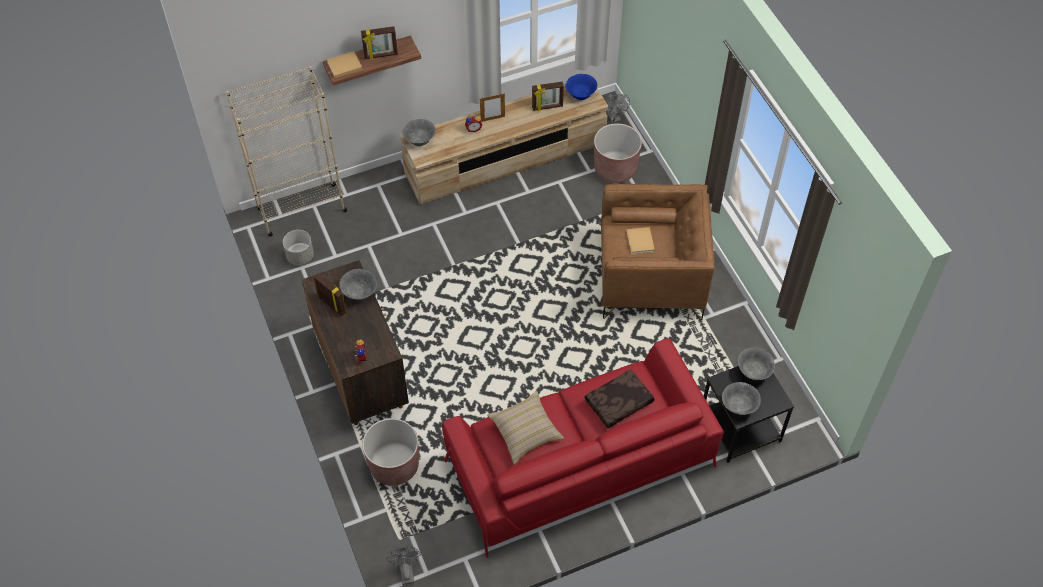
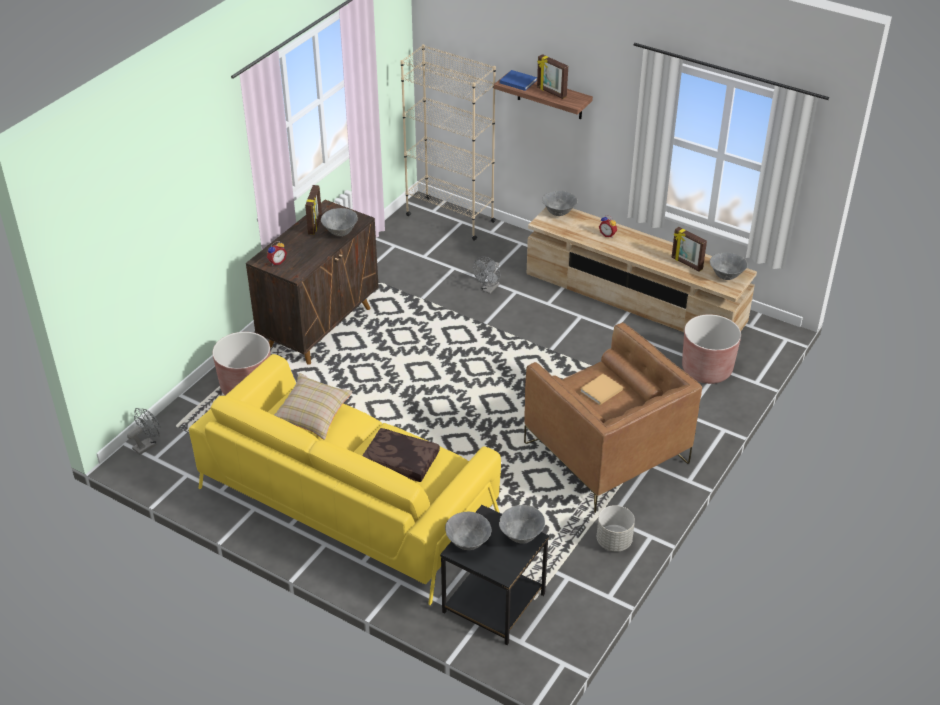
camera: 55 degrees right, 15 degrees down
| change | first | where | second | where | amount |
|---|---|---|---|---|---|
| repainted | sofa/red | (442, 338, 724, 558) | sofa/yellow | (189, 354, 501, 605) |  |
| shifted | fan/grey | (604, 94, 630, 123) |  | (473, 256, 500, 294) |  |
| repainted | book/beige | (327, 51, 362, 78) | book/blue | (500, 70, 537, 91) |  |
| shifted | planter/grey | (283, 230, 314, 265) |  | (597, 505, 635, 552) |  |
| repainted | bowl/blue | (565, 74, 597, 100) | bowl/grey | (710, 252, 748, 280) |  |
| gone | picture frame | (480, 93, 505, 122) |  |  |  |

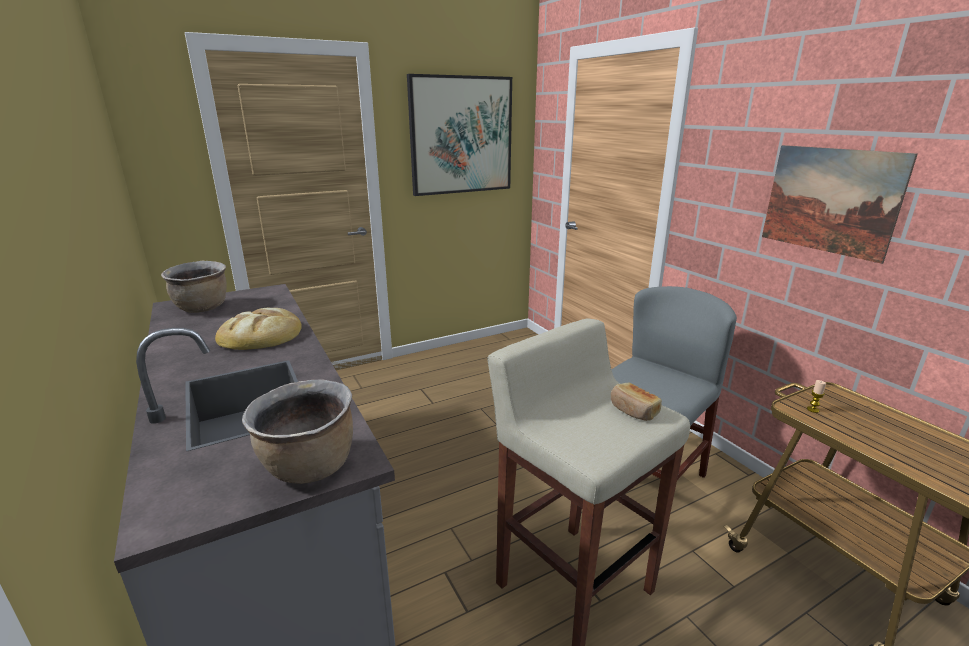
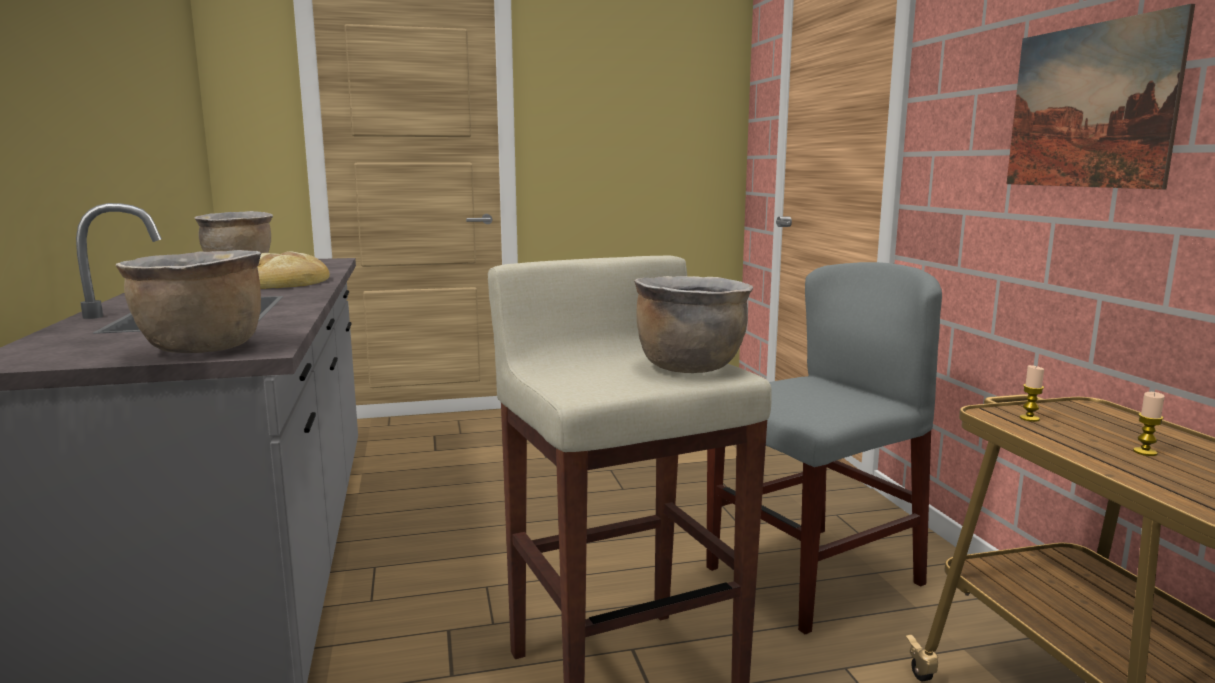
camera: 15 degrees right, 10 degrees down
| change | first | where | second | where | amount |
|---|---|---|---|---|---|
| swapped | bread | (611, 383, 662, 421) | cooking pot/brown | (634, 276, 753, 373) |  |
| new |  |  | candle | (1133, 392, 1165, 456) |  |
| gone | picture | (407, 74, 512, 196) |  |  |  |

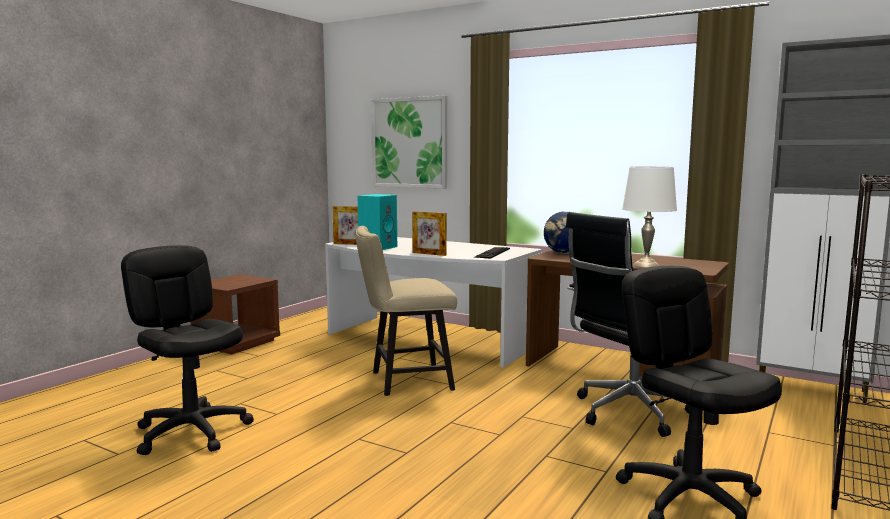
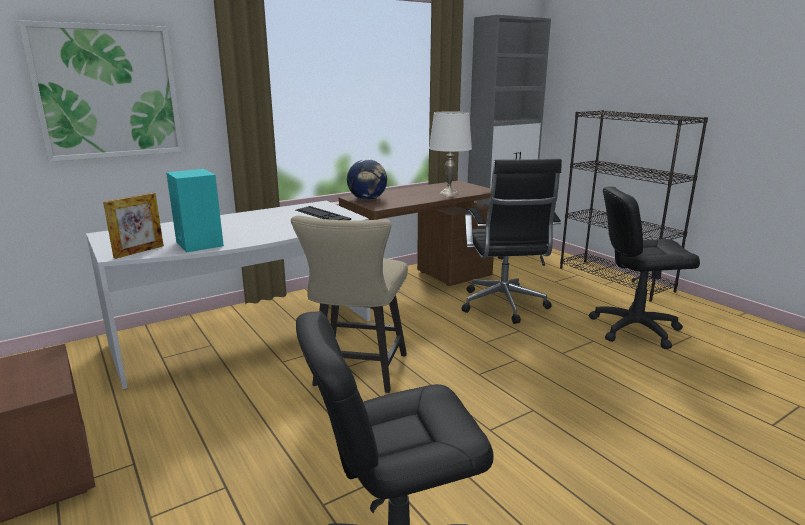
camera: 65 degrees left, 10 degrees up
| change | first | where | second | where | amount |
|---|---|---|---|---|---|
| gone | picture frame | (412, 211, 447, 256) |  |  |  |

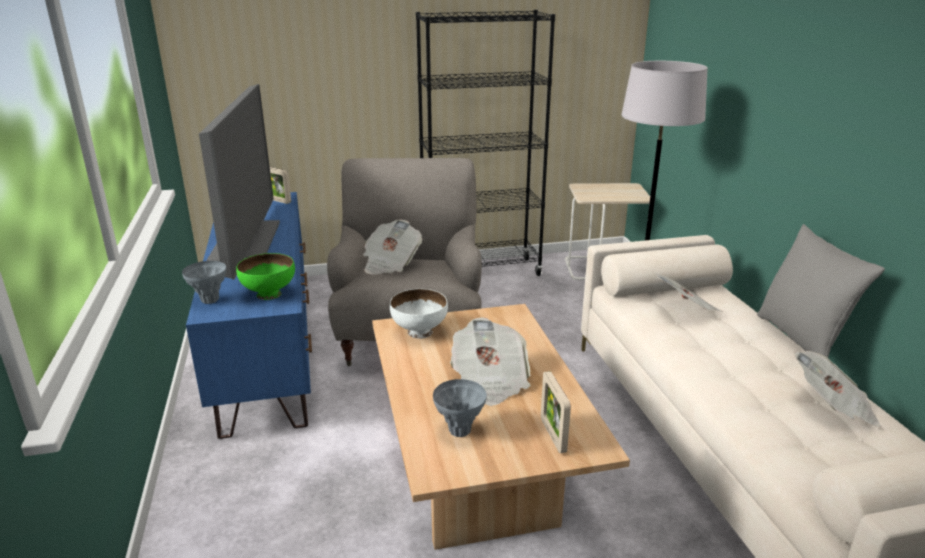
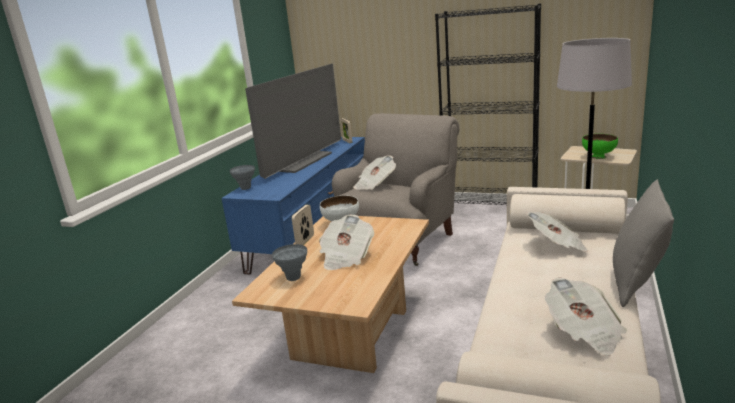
camera: 35 degrees right, 5 degrees down
| change | first | where | second | where | amount |
|---|---|---|---|---|---|
| shifted | picture frame | (541, 371, 571, 453) |  | (292, 205, 314, 245) |  |
| shifted | bowl/green | (236, 253, 295, 300) |  | (582, 134, 618, 159) |  |

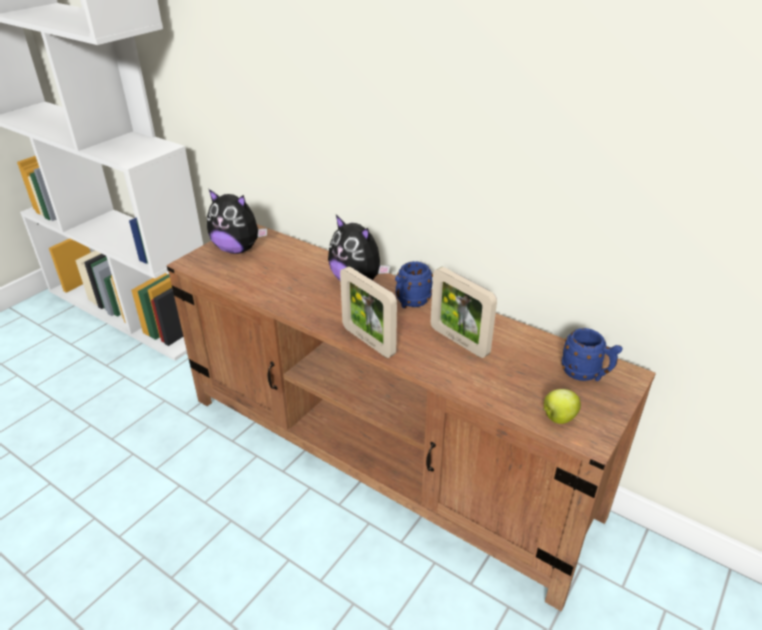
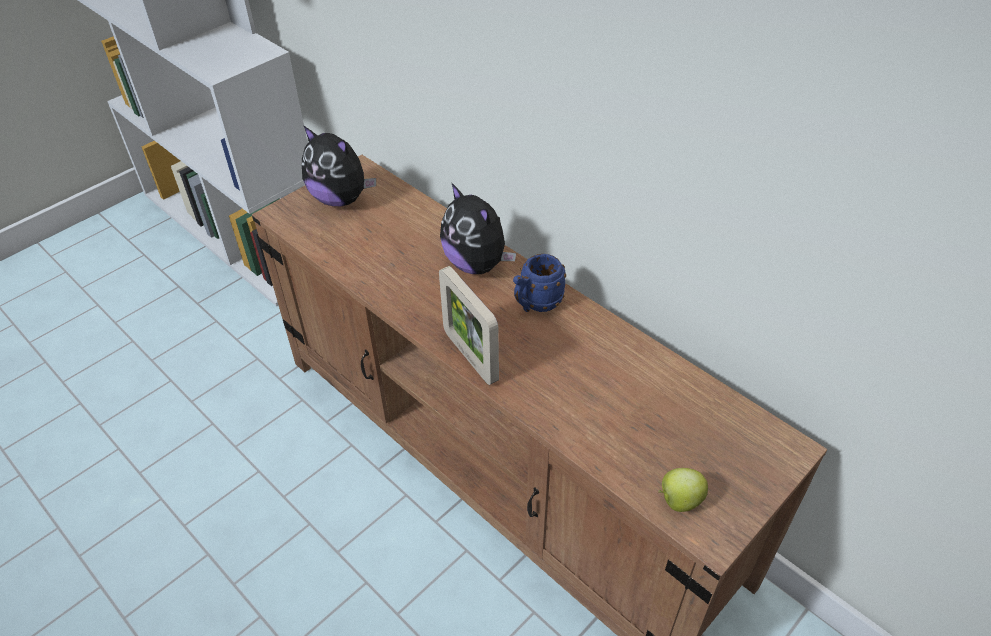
camera: 10 degrees right, 10 degrees up
| change | first | where | second | where | amount |
|---|---|---|---|---|---|
| gone | picture frame | (431, 267, 497, 358) |  |  |  |
| gone | mug/blue | (561, 328, 622, 381) |  |  |  |

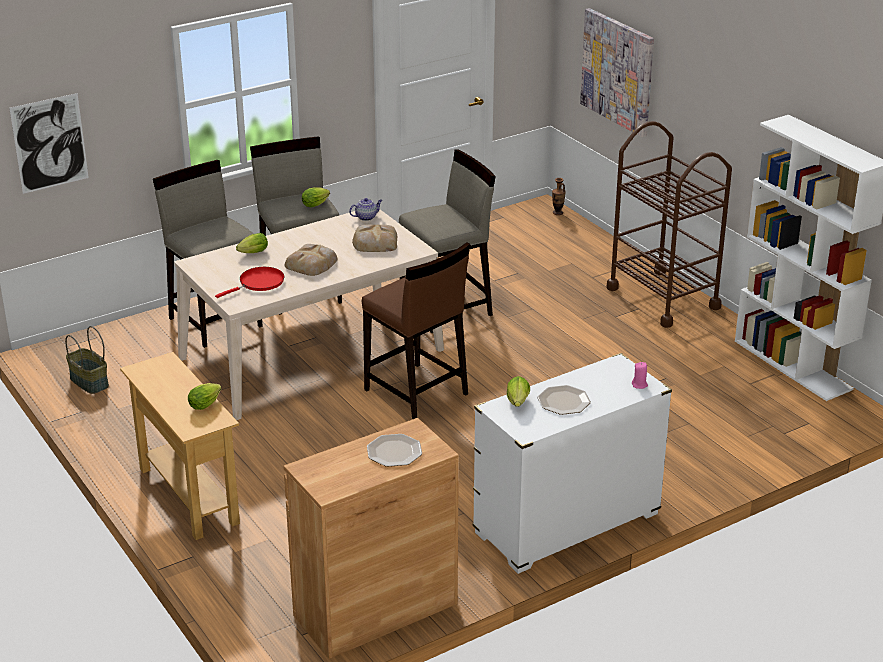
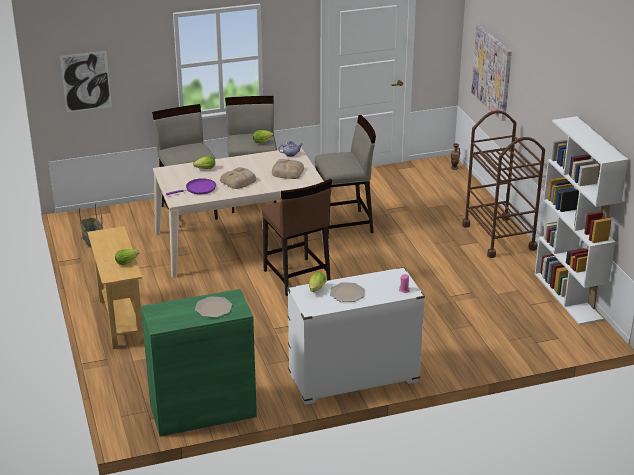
camera: 15 degrees right, 0 degrees up
| change | first | where | second | where | amount |
|---|---|---|---|---|---|
| repainted | cabinet/brown | (283, 418, 459, 659) | cabinet/green | (141, 289, 257, 437) |  |
| repainted | frying pan/red | (215, 267, 284, 298) | frying pan/purple | (166, 178, 216, 195) |  |

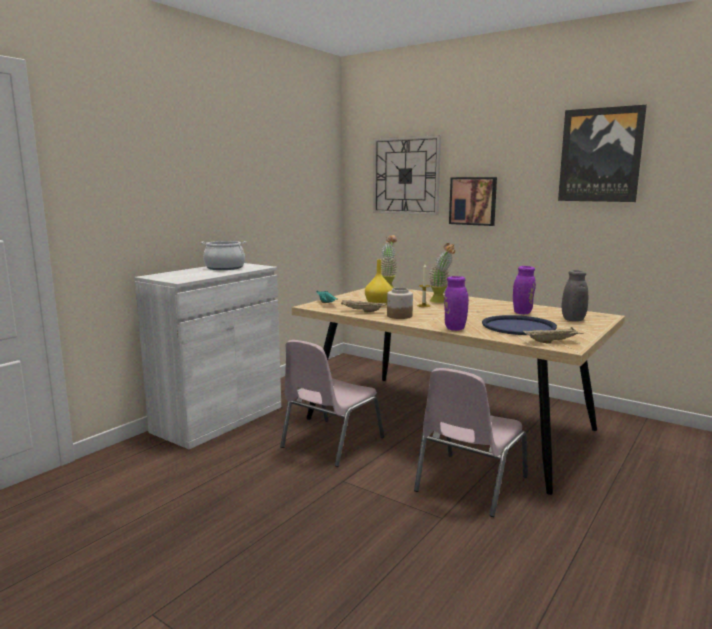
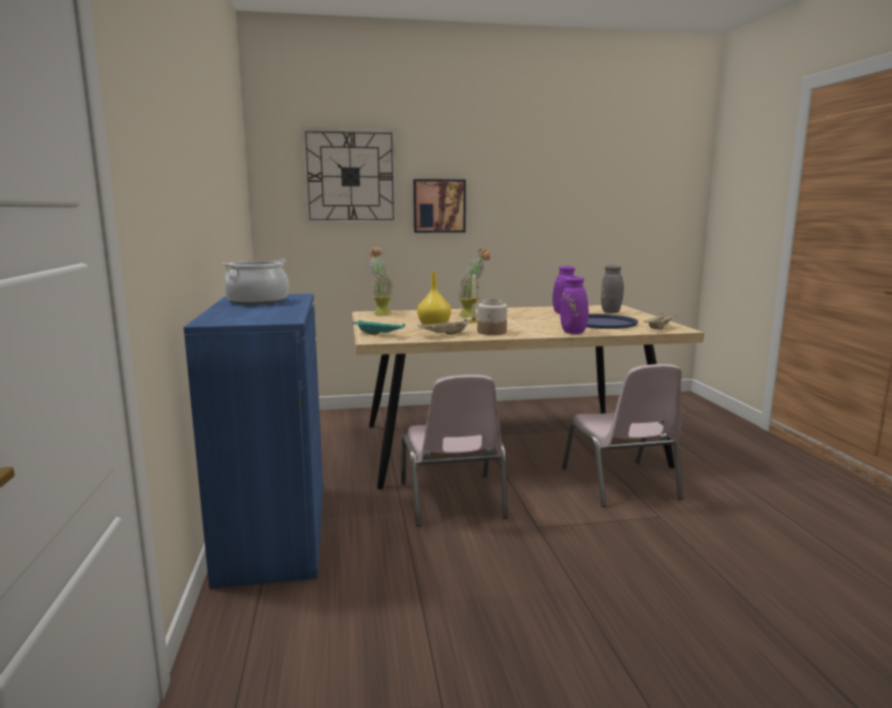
camera: 45 degrees left, 0 degrees up
| change | first | where | second | where | amount |
|---|---|---|---|---|---|
| repainted | cabinet/white | (135, 263, 281, 449) | cabinet/blue | (184, 294, 323, 589) |  |
| gone | picture | (558, 105, 647, 202) |  |  |  |

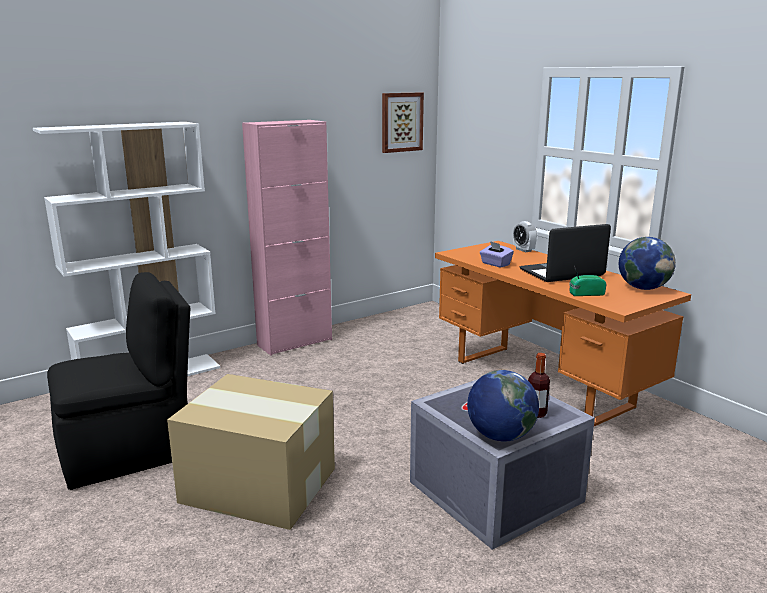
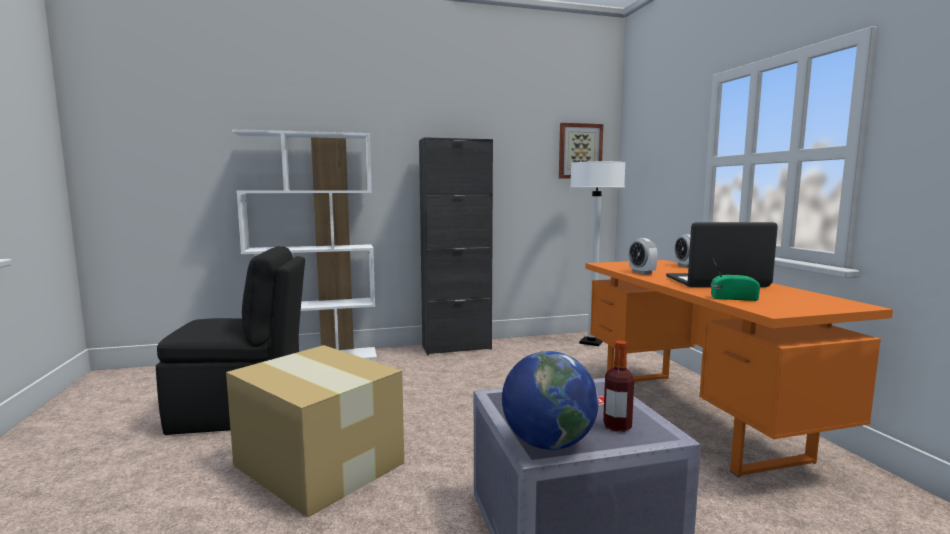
camera: 20 degrees right, 10 degrees down
| change | first | where | second | where | amount |
|---|---|---|---|---|---|
| repainted | cabinet/pink | (242, 120, 332, 356) | cabinet/black | (419, 137, 493, 355) |  |
| new |  |  | floor lamp/white | (570, 161, 626, 346) |  |
| swapped | tissue box/purple | (480, 241, 514, 268) | alarm clock | (629, 238, 658, 274) |  |
| gone | globe | (619, 237, 676, 290) |  |  |  |

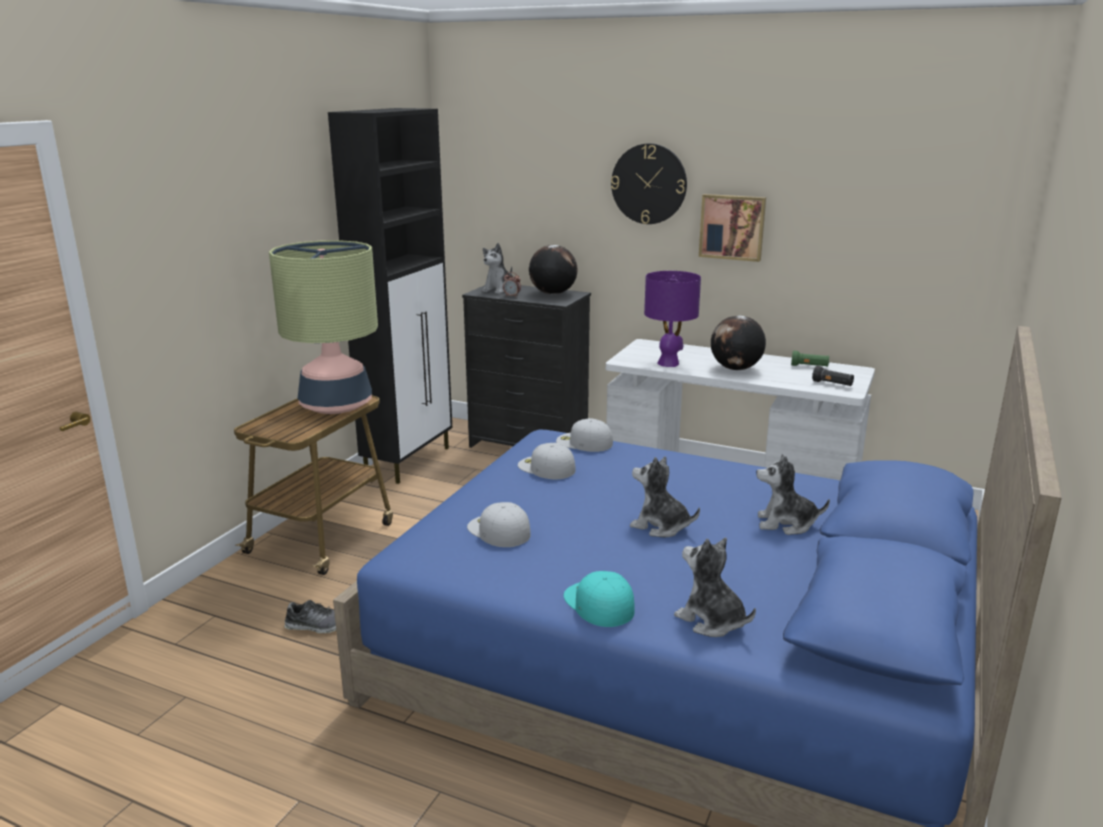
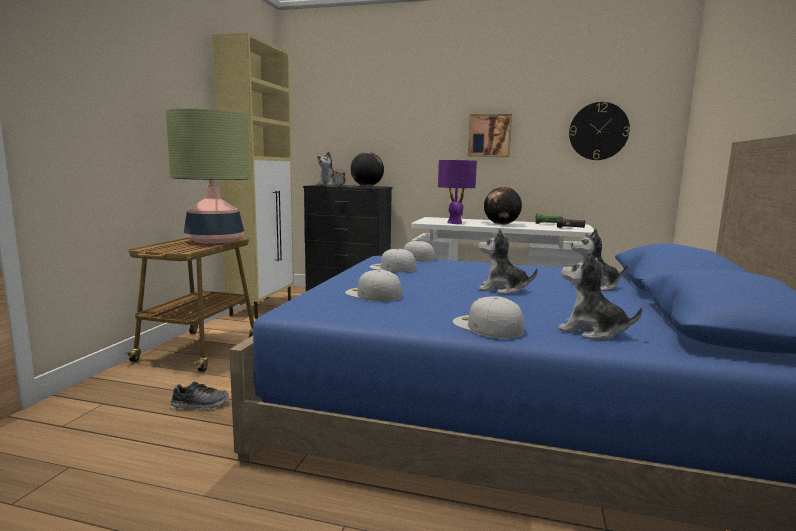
camera: 10 degrees left, 10 degrees down
| change | first | where | second | where | amount |
|---|---|---|---|---|---|
| repainted | cabinet/black | (328, 108, 452, 484) | cabinet/beige | (212, 33, 294, 319) |  |
| repainted | cap/turquoise | (564, 571, 635, 627) | cap/white | (453, 296, 524, 339) |  |
| shifted | wall clock | (611, 143, 687, 224) |  | (569, 102, 630, 160) |  |

